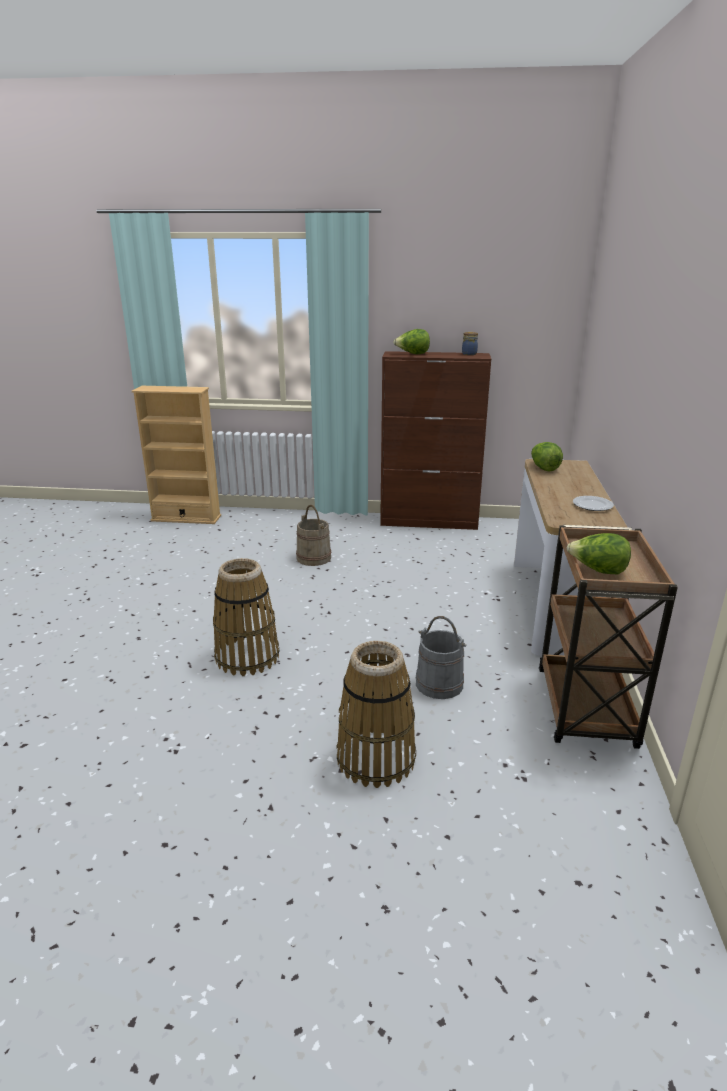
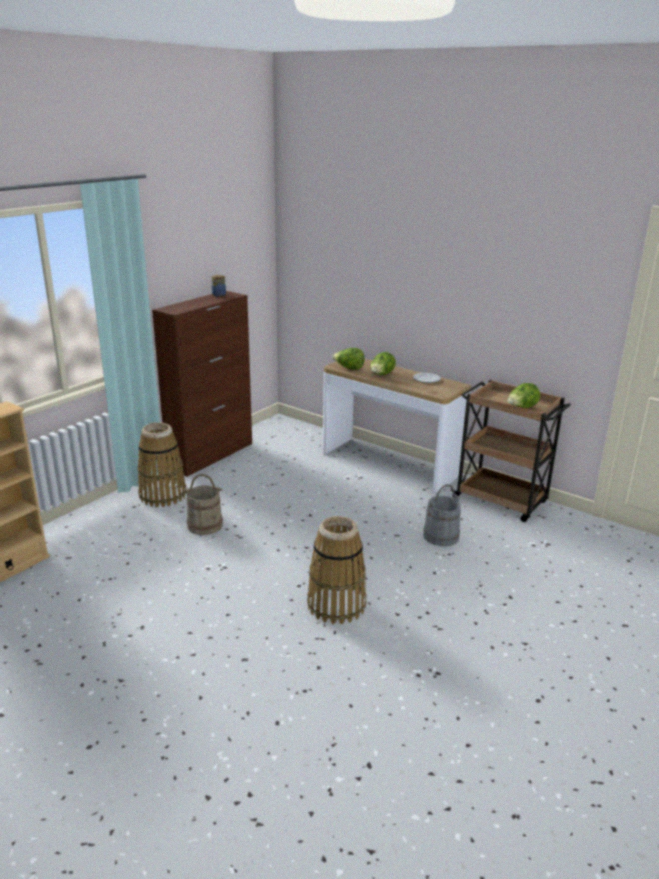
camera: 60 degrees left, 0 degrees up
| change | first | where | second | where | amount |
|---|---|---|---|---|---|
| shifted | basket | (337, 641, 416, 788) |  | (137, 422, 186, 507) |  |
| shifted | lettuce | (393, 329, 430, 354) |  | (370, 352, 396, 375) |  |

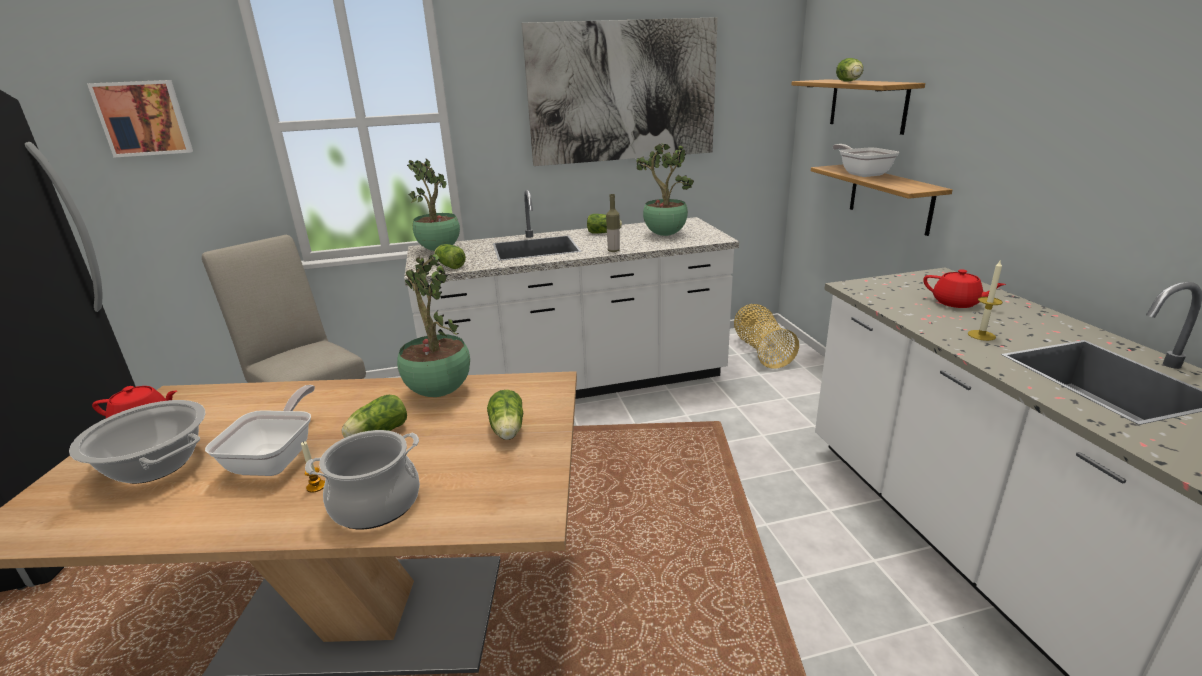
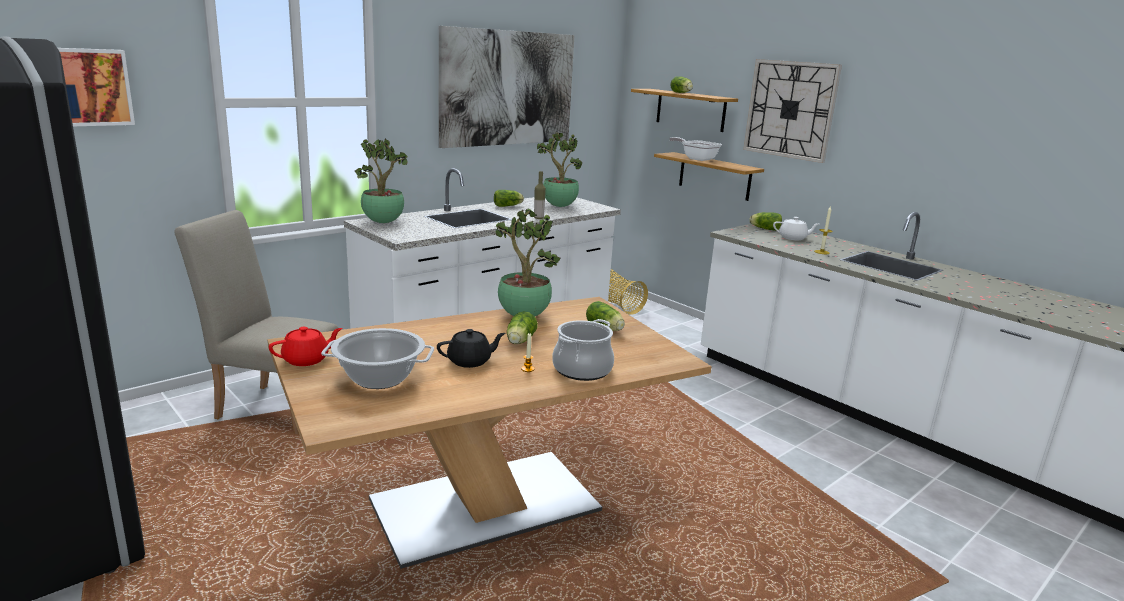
camera: 30 degrees left, 5 degrees down
| change | first | where | second | where | amount |
|---|---|---|---|---|---|
| swapped | frying pan | (205, 385, 315, 476) | teapot/black | (437, 329, 506, 368) |  |
| new |  |  | wall clock | (743, 59, 842, 163) |  |
| shifted | lettuce | (434, 244, 466, 269) |  | (749, 212, 782, 231) |  |
| repainted | teapot/red | (923, 269, 1006, 308) | teapot/white | (773, 217, 819, 240) |  |

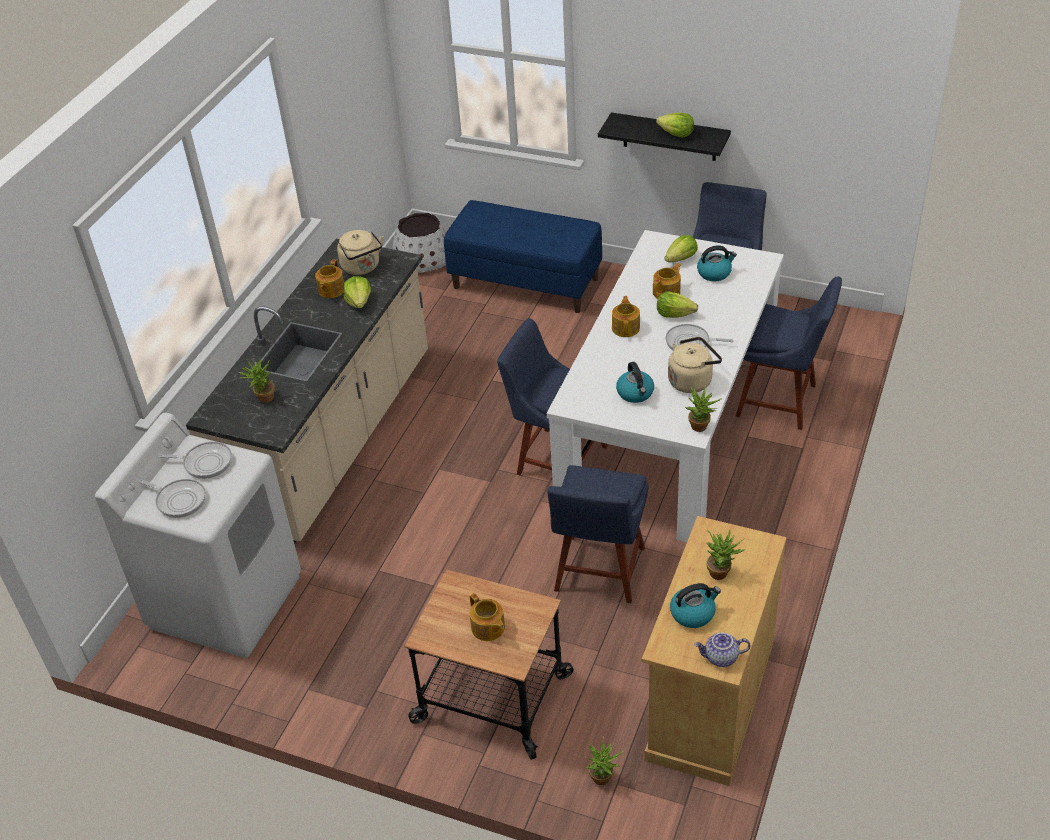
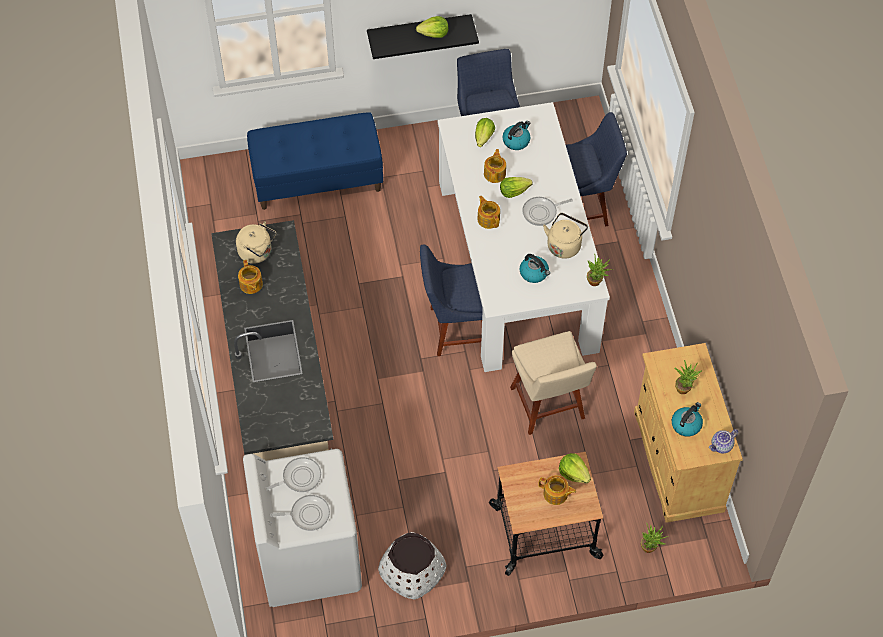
camera: 35 degrees left, 15 degrees up
| change | first | where | second | where | amount |
|---|---|---|---|---|---|
| shifted | planter/white | (393, 213, 446, 273) |  | (378, 532, 446, 599) |  |
| repainted | chair/blue | (547, 465, 648, 603) | chair/beige | (510, 331, 597, 435) |  |
| shifted | lettuce | (343, 276, 371, 308) |  | (559, 453, 591, 483) |  |
| gone | potted plant | (238, 359, 275, 403) |  |  |  |

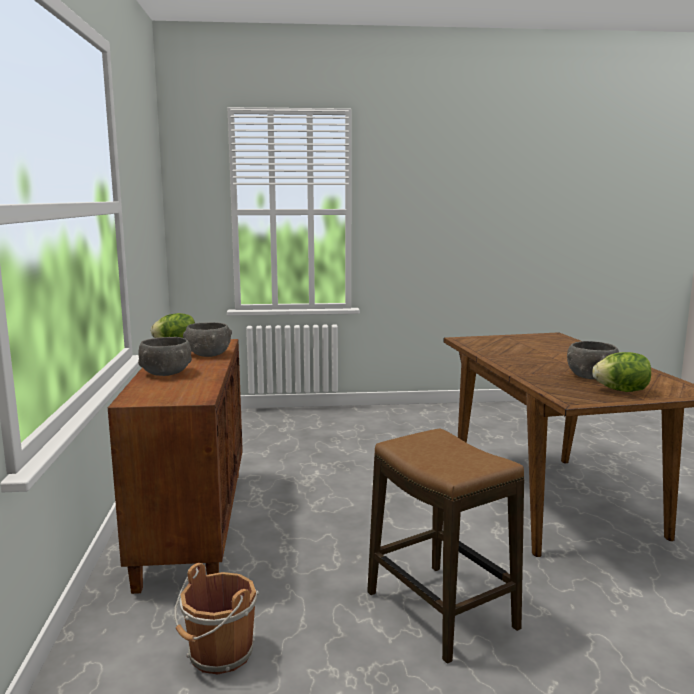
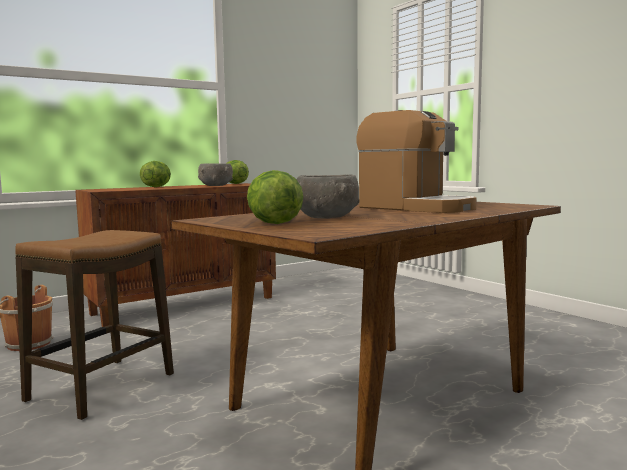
camera: 60 degrees right, 5 degrees down
| change | first | where | second | where | amount |
|---|---|---|---|---|---|
| swapped | bowl/grey | (138, 337, 192, 376) | lettuce | (140, 161, 171, 187) |  |
| new |  |  | coffee machine | (356, 110, 476, 213) |  |

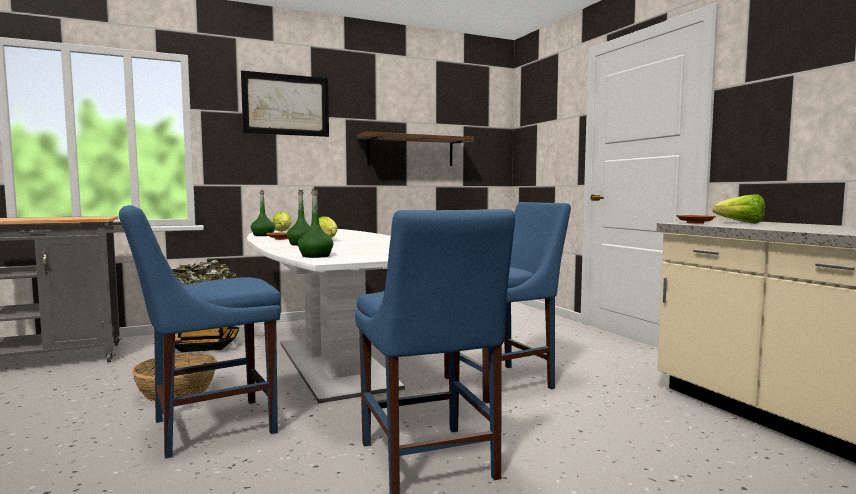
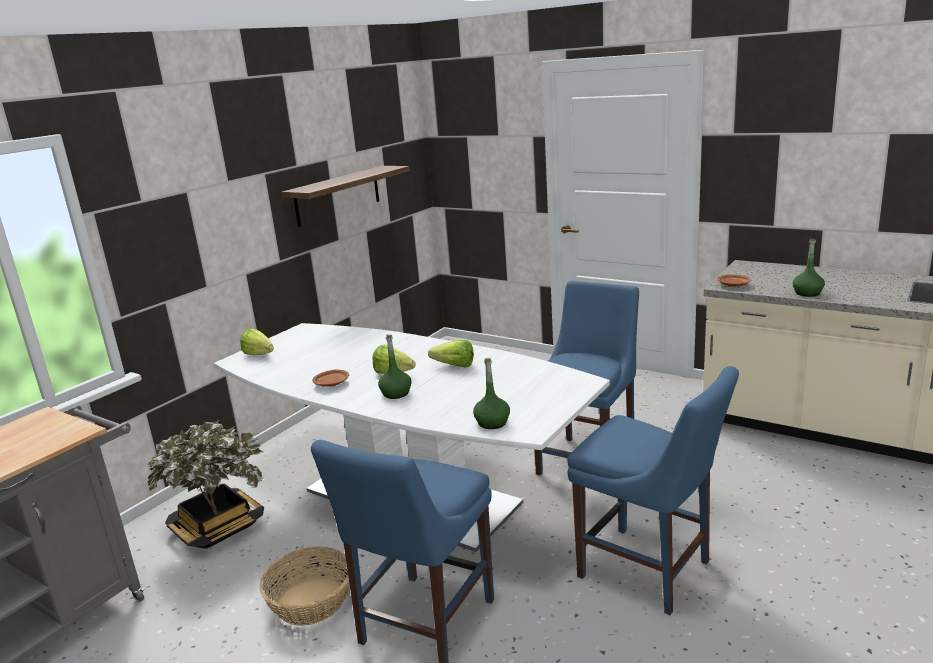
camera: 30 degrees left, 15 degrees up
| change | first | where | second | where | amount |
|---|---|---|---|---|---|
| shifted | lettuce | (713, 194, 765, 224) |  | (428, 340, 474, 368) |  |
| shifted | bottle/green | (251, 190, 275, 236) |  | (793, 239, 825, 297) |  |
| gone | picture | (241, 70, 329, 137) |  |  |  |

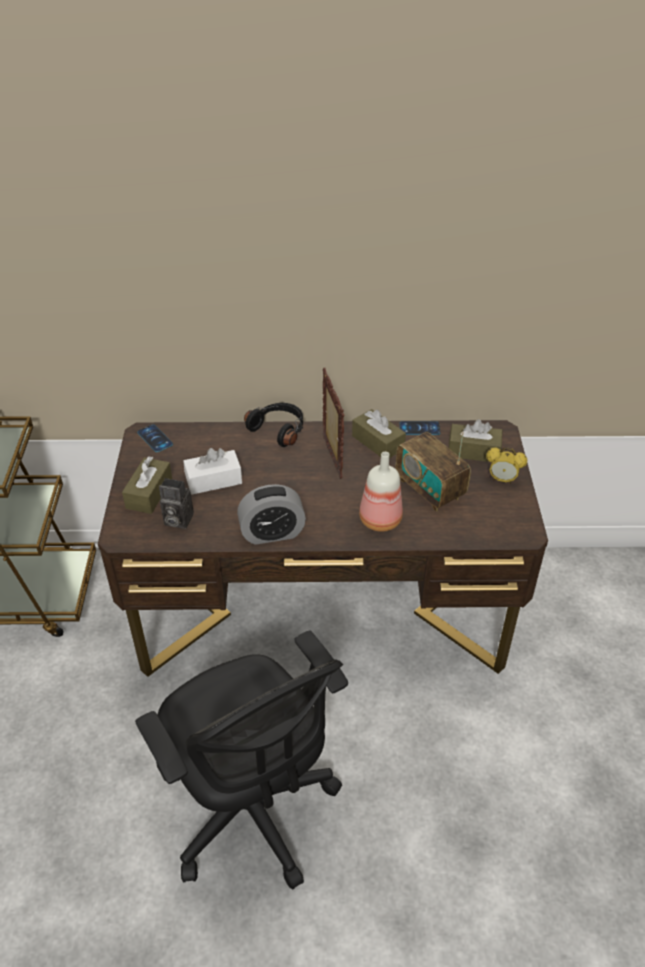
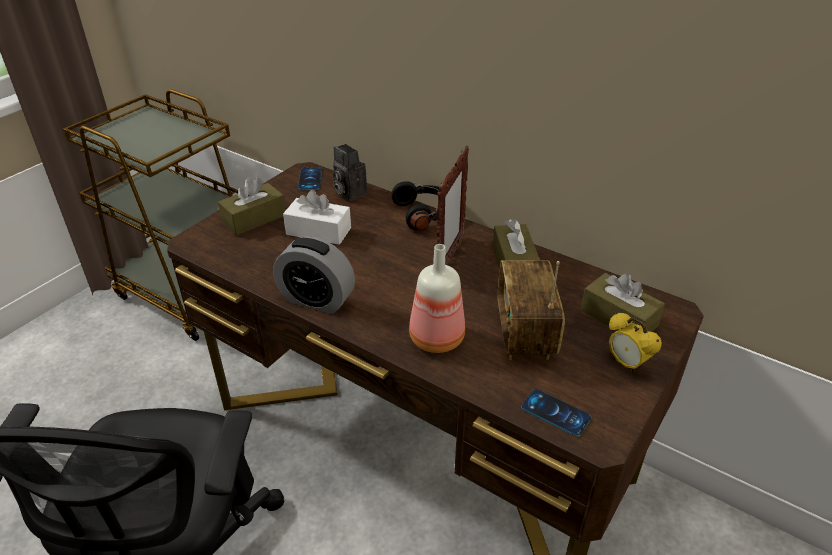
camera: 35 degrees right, 5 degrees down
| change | first | where | second | where | amount |
|---|---|---|---|---|---|
| shifted | photo camera | (159, 478, 194, 529) |  | (333, 144, 367, 201) |  |
| shifted | phone | (399, 421, 440, 435) |  | (521, 389, 591, 437) |  |

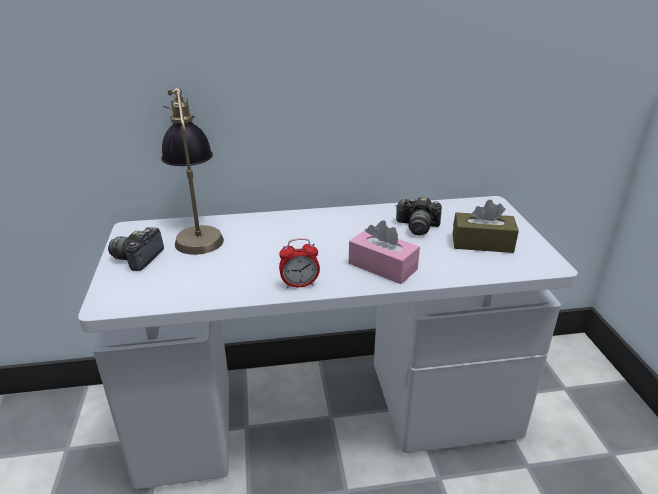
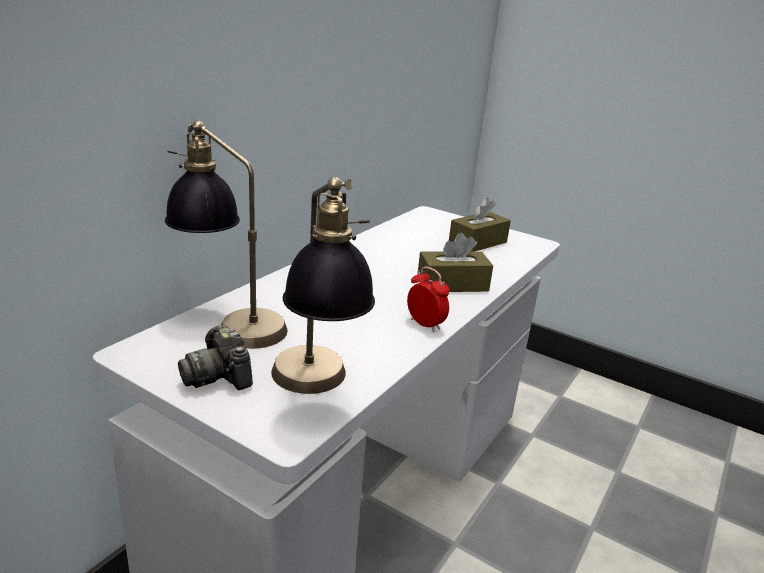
camera: 50 degrees left, 5 degrees down
| change | first | where | second | where | amount |
|---|---|---|---|---|---|
| new |  |  | table lamp | (271, 177, 375, 394) |  |
| rotated | alarm clock | (279, 238, 320, 288) |  | (407, 267, 449, 332) | 75 degrees counterclockwise |
| repainted | tissue box/pink | (349, 221, 420, 284) | tissue box/brown | (418, 233, 493, 292) |  |
| gone | photo camera | (395, 196, 442, 236) |  |  |  |

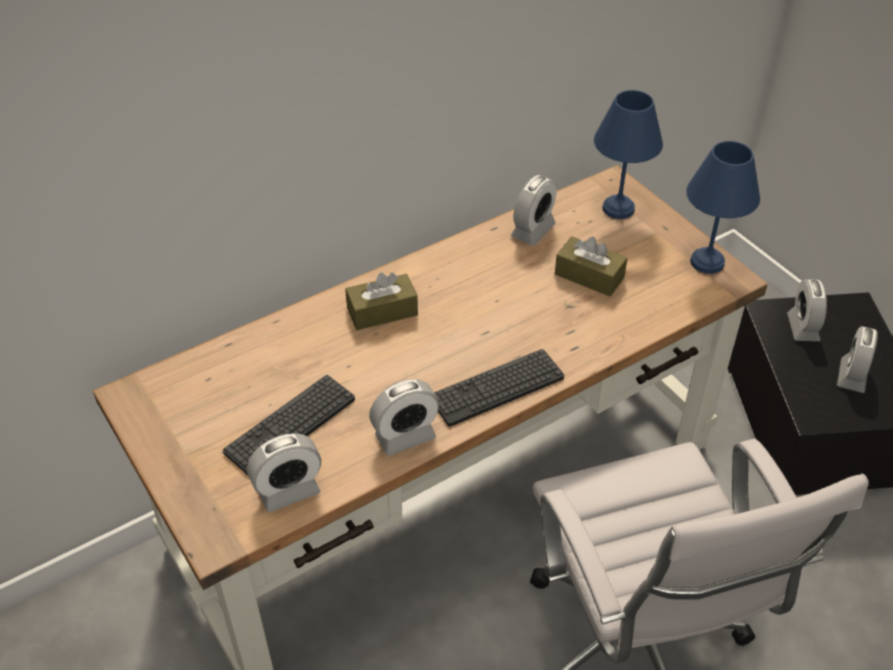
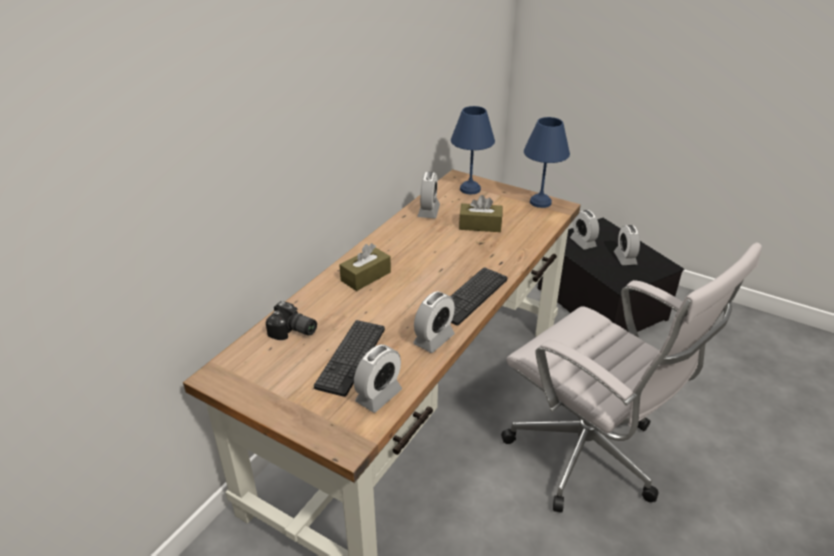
camera: 25 degrees left, 10 degrees down
| change | first | where | second | where | amount |
|---|---|---|---|---|---|
| new |  |  | photo camera | (266, 301, 317, 340) |  |

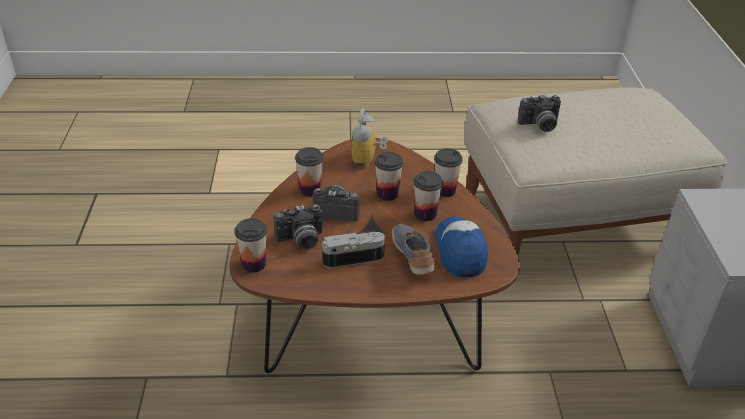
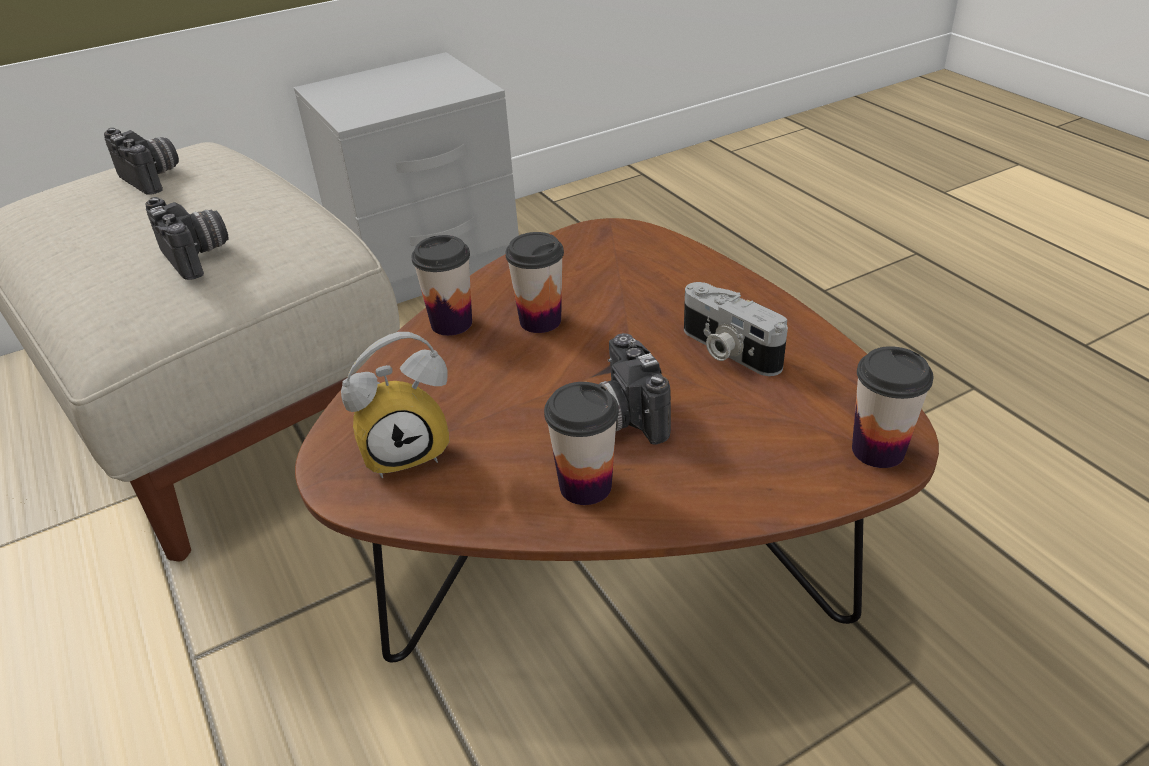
camera: 115 degrees left, 0 degrees up
| change | first | where | second | where | amount |
|---|---|---|---|---|---|
| shifted | photo camera | (274, 204, 323, 250) |  | (104, 128, 179, 195) |  |
| gone | cup | (375, 152, 403, 201) |  |  |  |
| gone | shoe | (392, 224, 435, 275) |  |  |  |
| gone | cap | (435, 216, 488, 277) |  |  |  |

